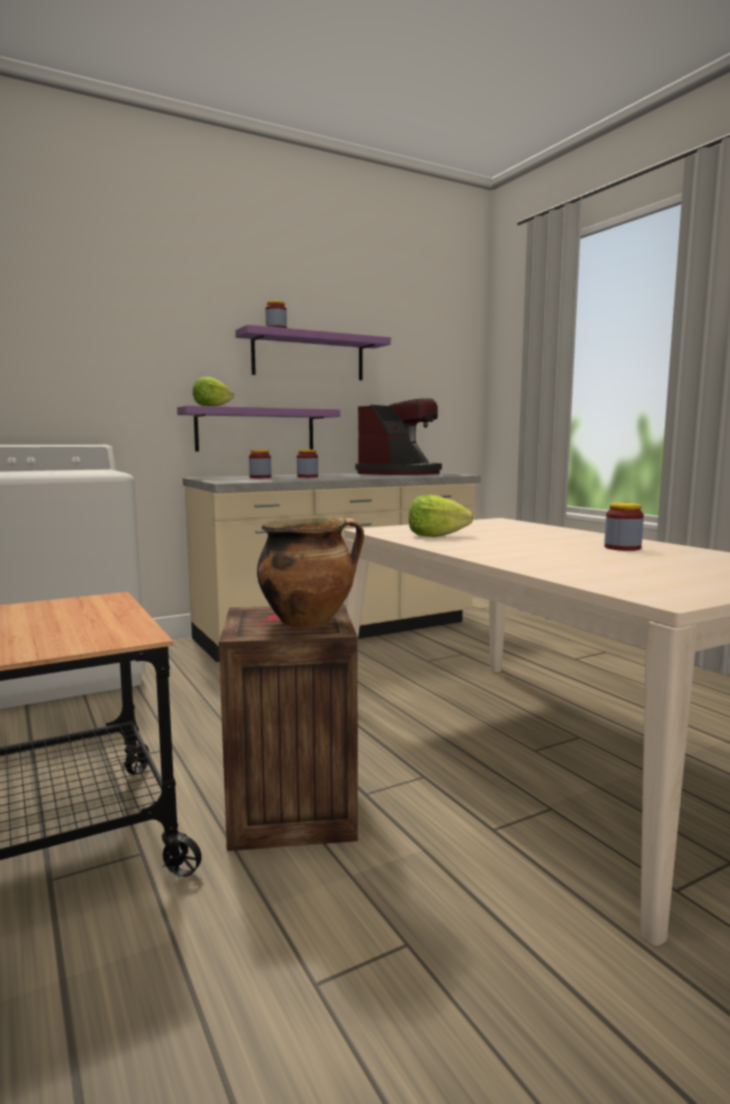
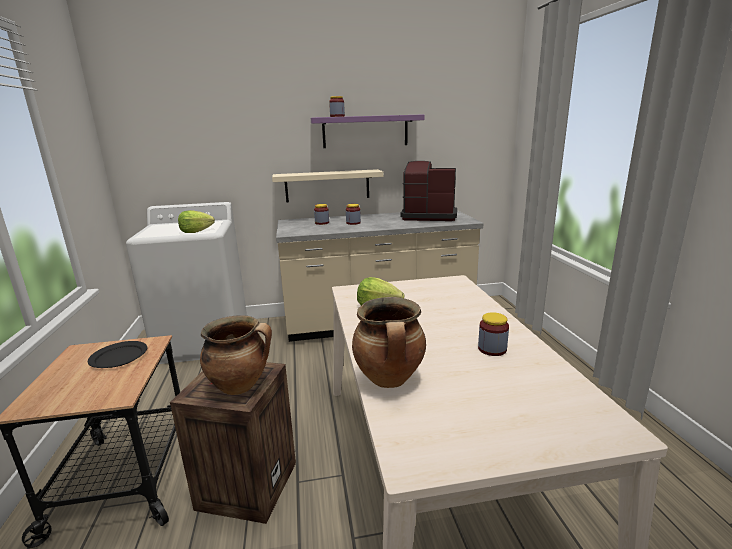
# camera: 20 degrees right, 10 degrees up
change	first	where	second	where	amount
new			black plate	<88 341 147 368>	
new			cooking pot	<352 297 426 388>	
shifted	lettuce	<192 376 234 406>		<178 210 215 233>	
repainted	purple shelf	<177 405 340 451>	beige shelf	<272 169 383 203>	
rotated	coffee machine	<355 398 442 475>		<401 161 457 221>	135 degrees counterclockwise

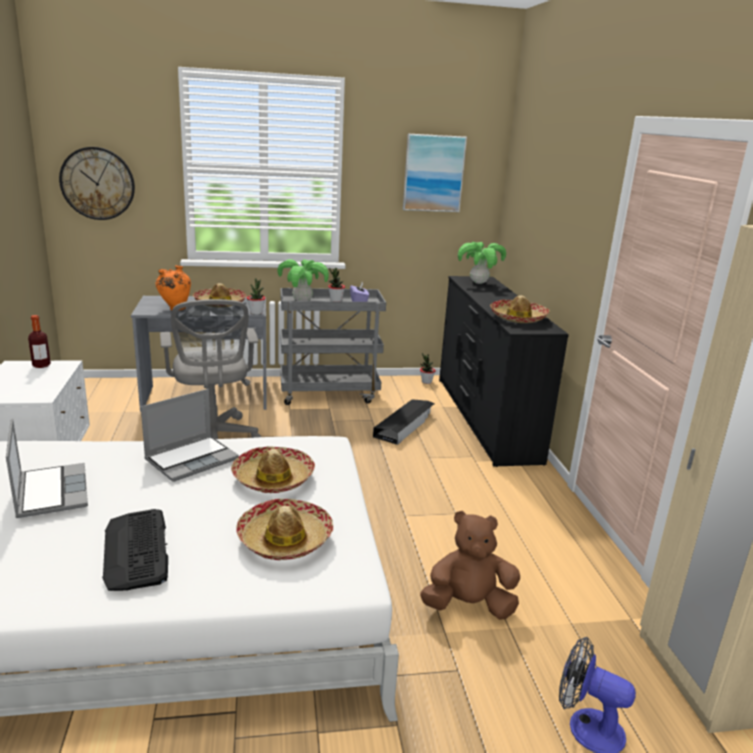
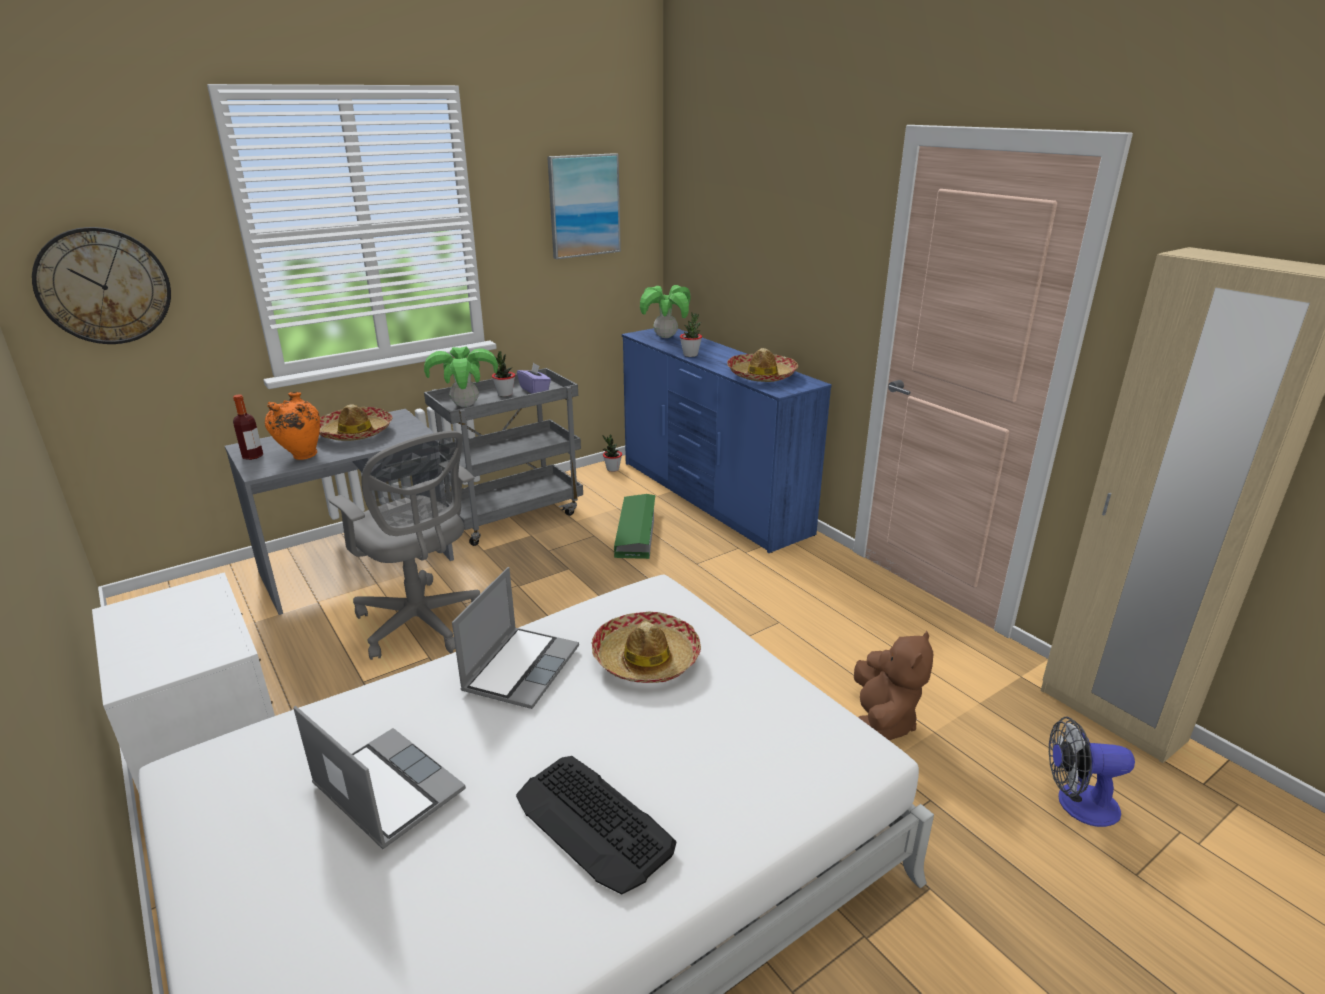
# camera: 25 degrees left, 5 degrees up
change	first	where	second	where	amount
gone	hat	<236 499 333 560>			
shifted	bottle	<28 315 51 368>		<233 394 263 460>	
shifted	potted plant	<247 278 265 315>		<680 312 702 357>	
repainted	black storage box	<373 399 435 445>	green storage box	<614 494 655 559>	
repainted	black dresser	<439 276 569 467>	blue dresser	<622 328 832 553>	
rotated	brown plush toy	<420 511 520 620>		<854 631 933 741>	135 degrees clockwise

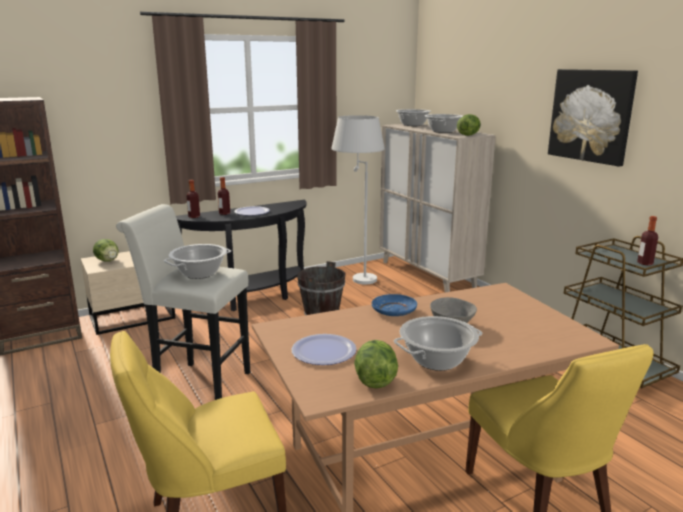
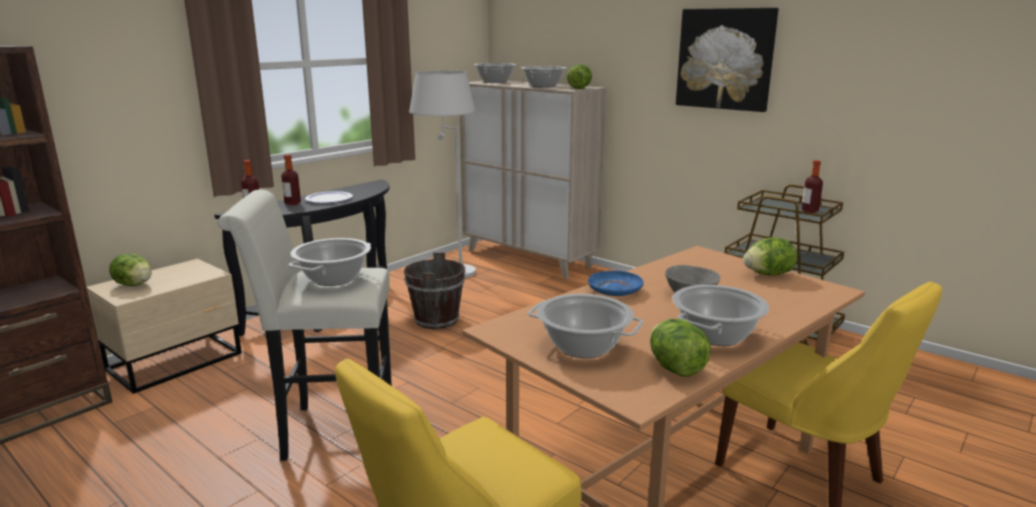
# camera: 20 degrees left, 0 degrees up
change	first	where	second	where	amount
new			lettuce	<743 237 797 276>	
swapped	plate	<292 334 356 365>	cooking pot	<528 294 644 358>	

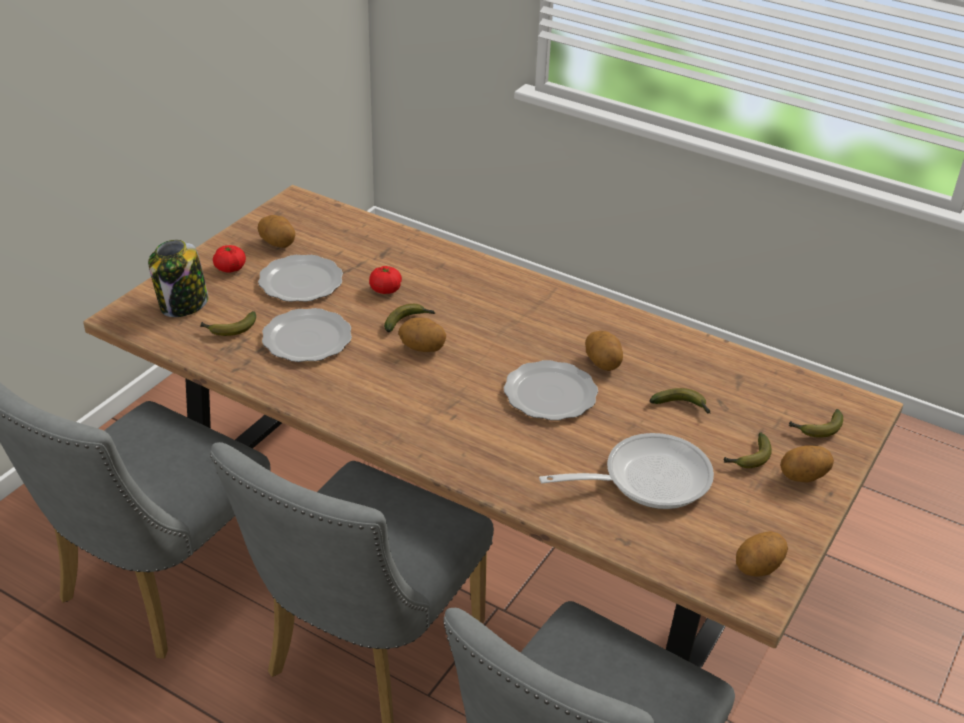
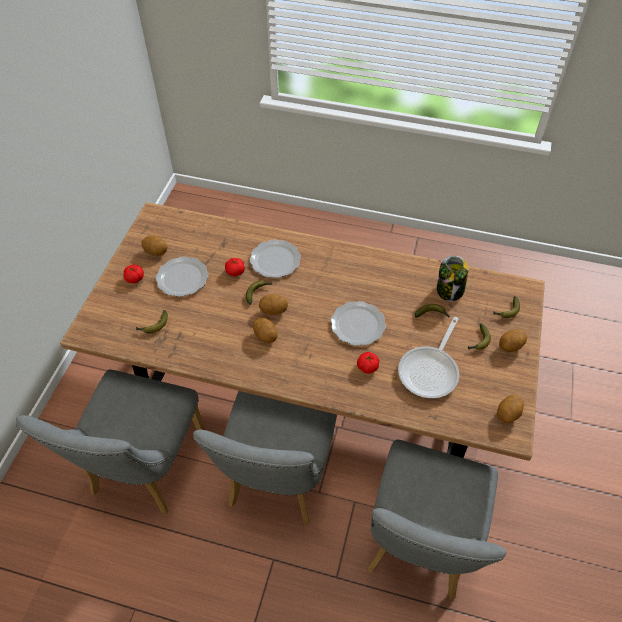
# camera: 15 degrees left, 15 degrees up
change	first	where	second	where	amount
new			tomato	<357 352 379 374>	
shifted	jar	<148 240 208 317>		<437 256 469 301>	
shifted	plate	<262 308 352 362>		<250 240 301 278>	
shifted	potato	<585 331 623 371>		<253 318 278 344>	
rotated	frying pan	<539 433 714 509>		<398 317 459 398>	150 degrees clockwise

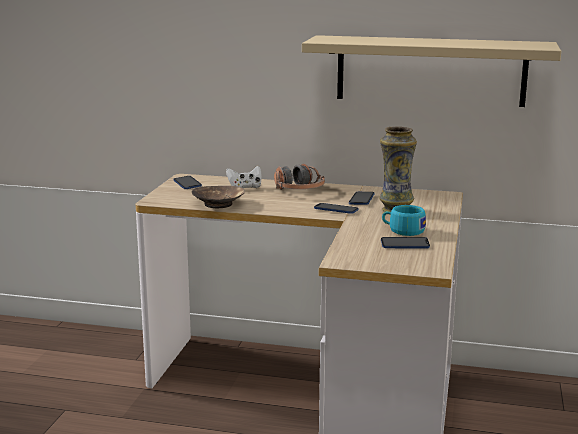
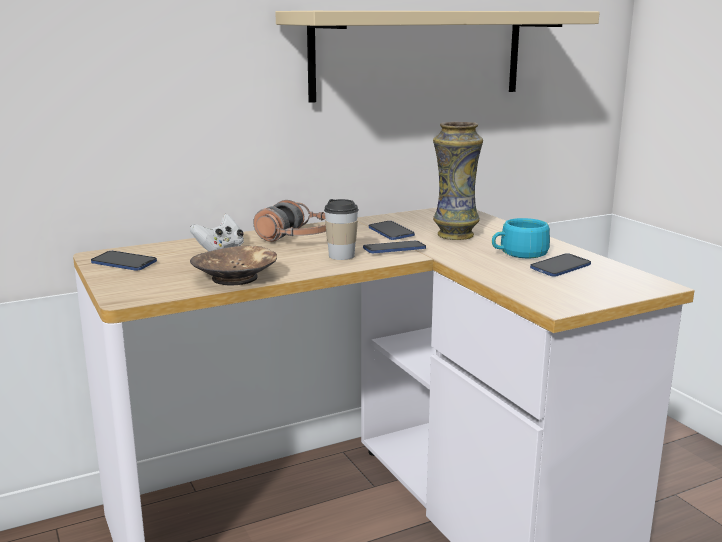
# camera: 40 degrees left, 0 degrees up
change	first	where	second	where	amount
new			cup	<324 199 359 260>	

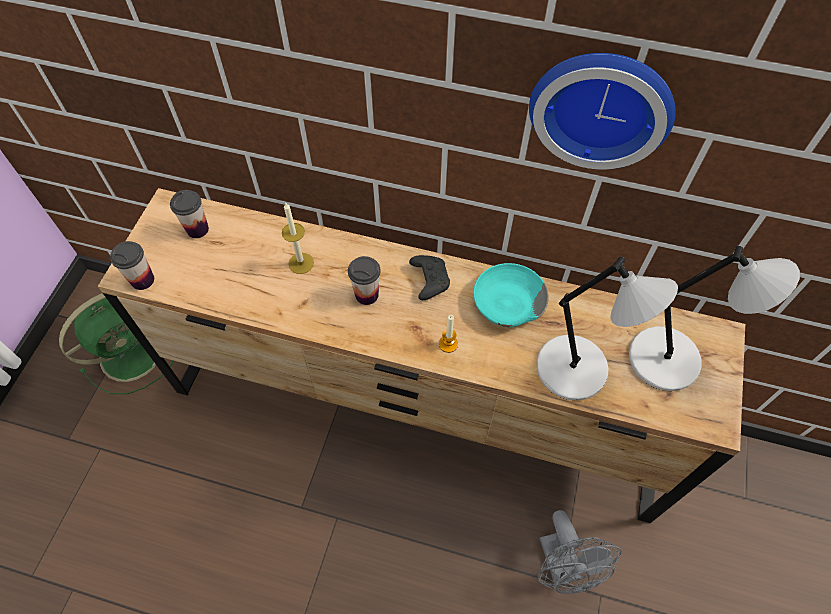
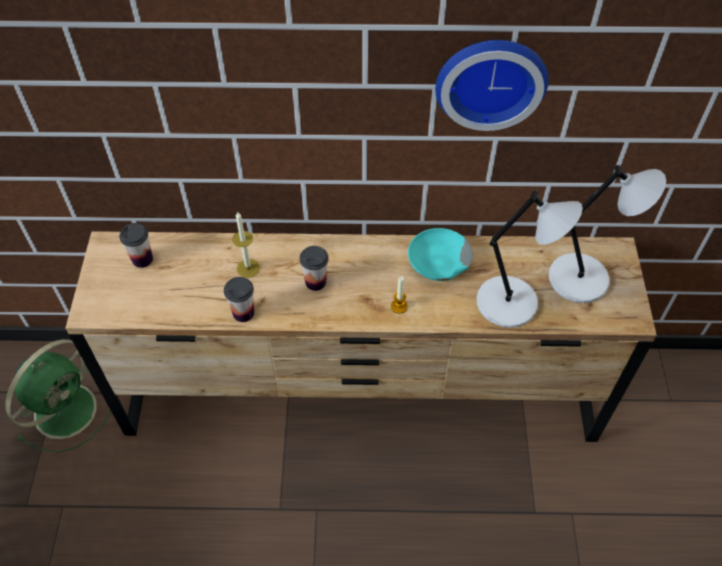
# camera: 15 degrees left, 5 degrees down
change	first	where	second	where	amount
gone	black game controller	<409 255 450 300>			
gone	grey fan	<537 510 622 594>			
shifted	cup	<110 241 154 290>		<224 277 254 322>	

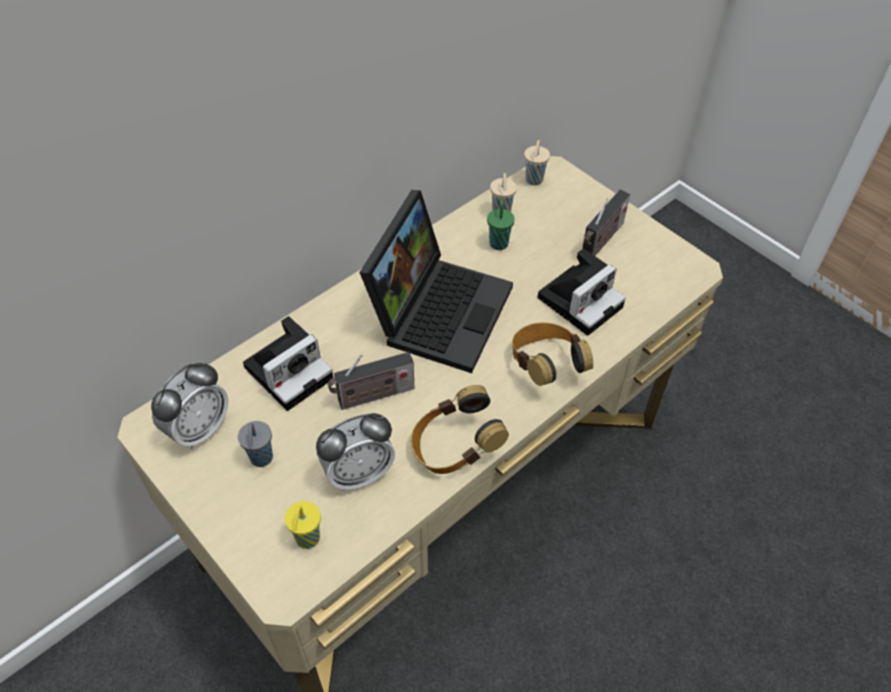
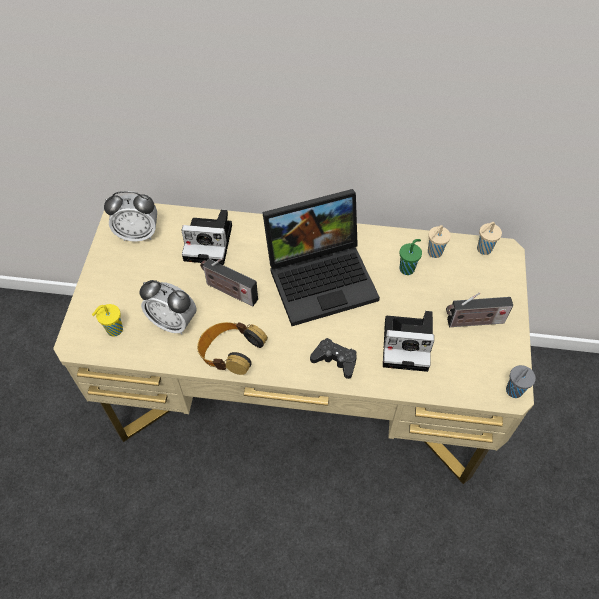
# camera: 50 degrees right, 5 degrees up
change	first	where	second	where	amount
shifted	grey cup	<238 421 273 467>		<506 365 536 398>	
swapped	headphones	<512 322 593 386>	black game controller	<310 338 357 379>	

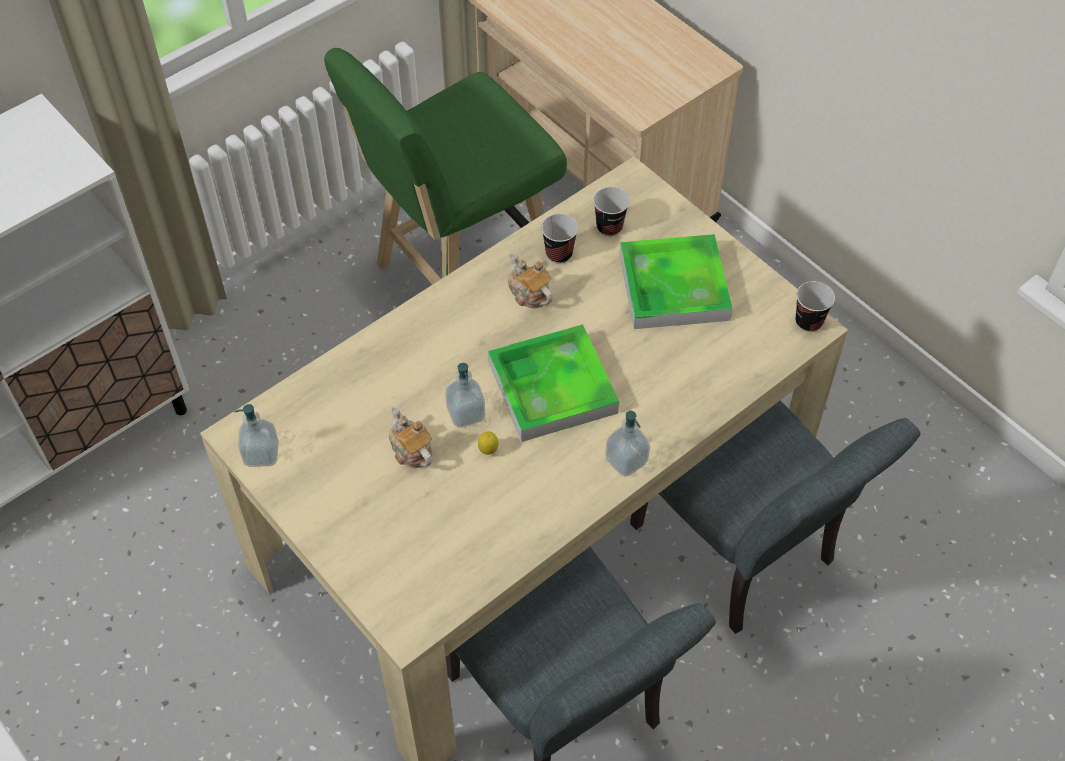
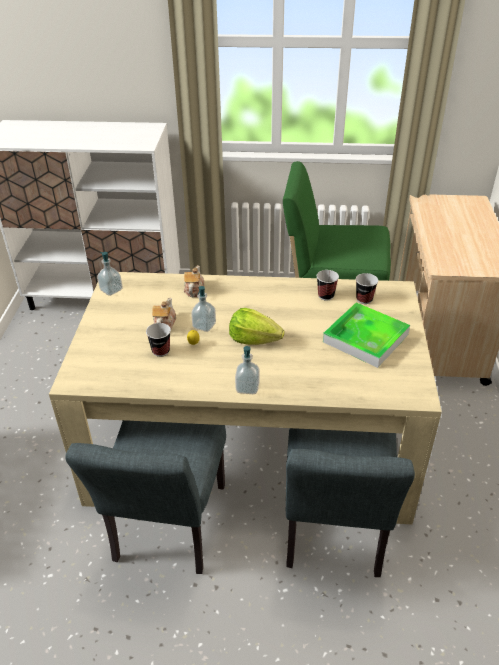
# camera: 45 degrees right, 15 degrees down
change	first	where	second	where	amount
shifted	teapot	<508 253 553 308>		<184 265 204 297>	
shifted	cup	<796 281 835 332>		<146 323 171 357>	
swapped	tray	<488 324 619 442>	lettuce	<229 308 285 345>	

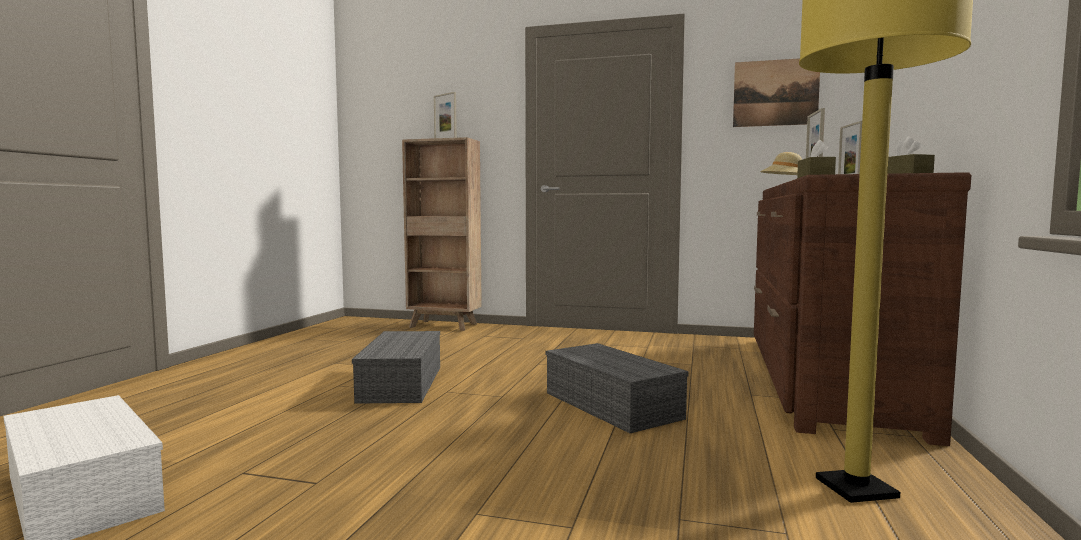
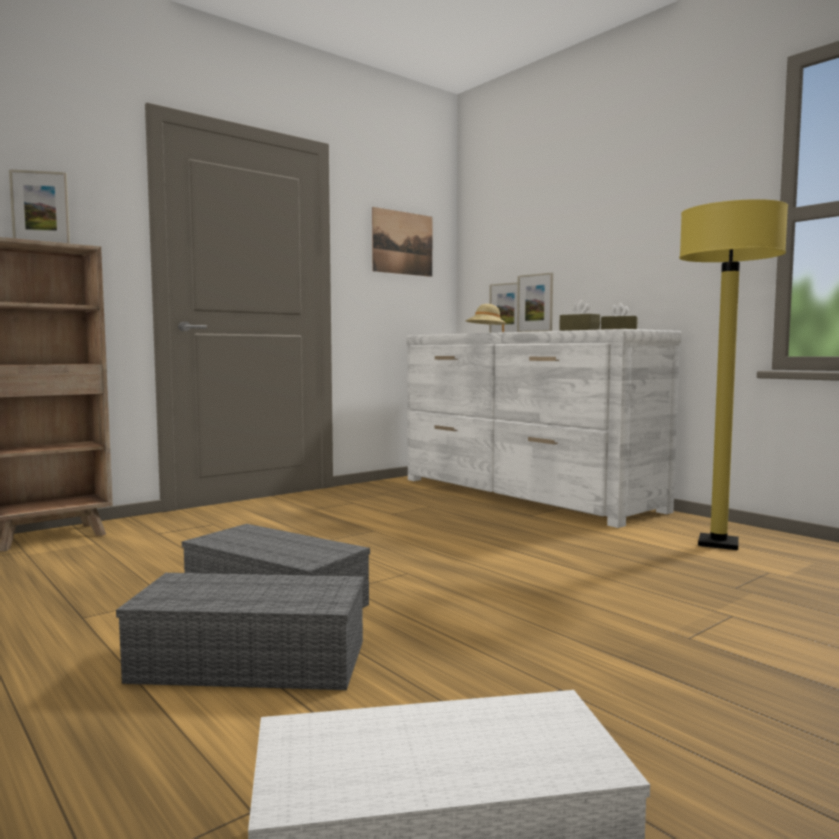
# camera: 55 degrees left, 0 degrees up
change	first	where	second	where	amount
shifted	grey storage box	<546 343 689 433>		<116 573 364 690>	
repainted	brown dresser	<754 172 971 446>	white dresser	<406 329 682 528>	

